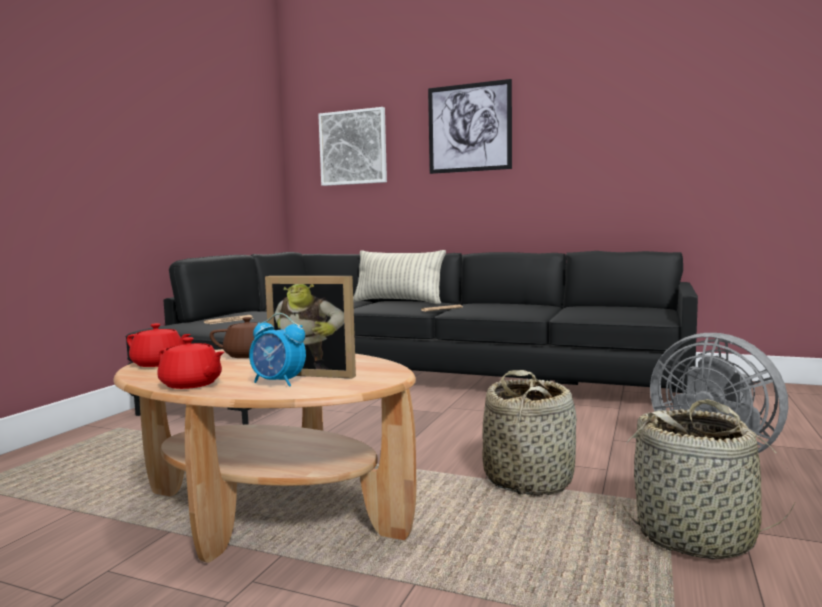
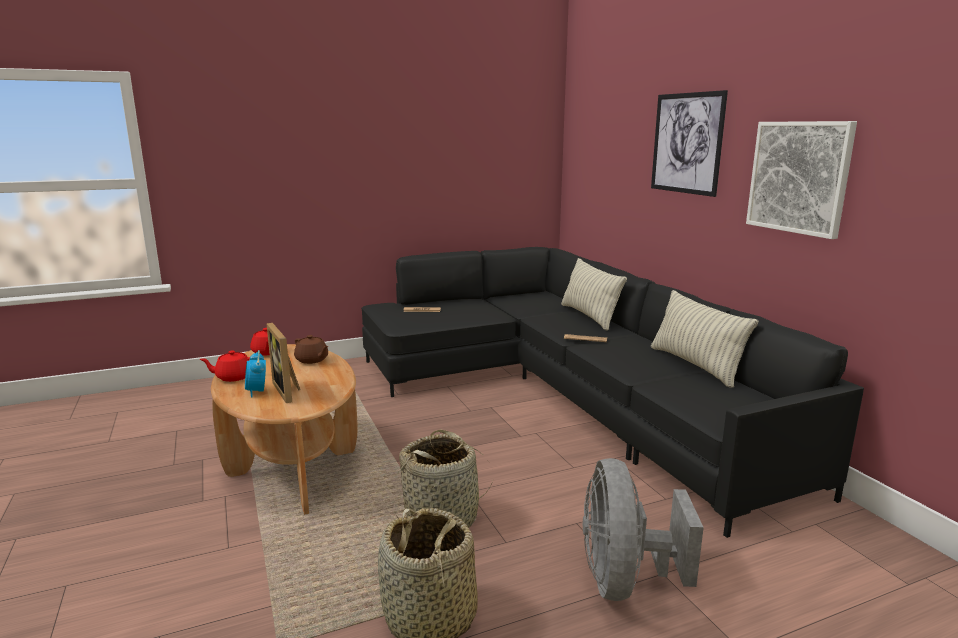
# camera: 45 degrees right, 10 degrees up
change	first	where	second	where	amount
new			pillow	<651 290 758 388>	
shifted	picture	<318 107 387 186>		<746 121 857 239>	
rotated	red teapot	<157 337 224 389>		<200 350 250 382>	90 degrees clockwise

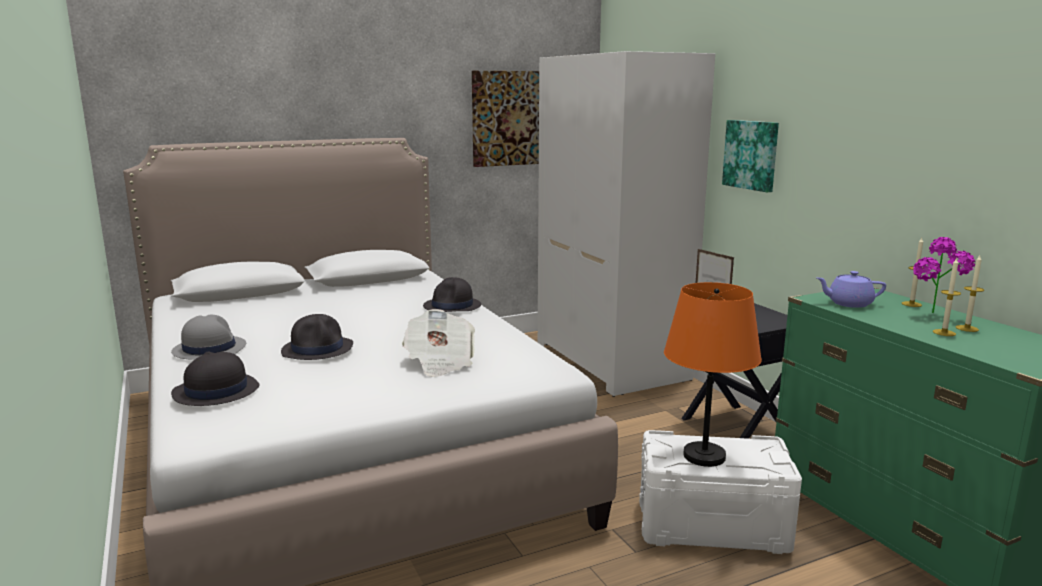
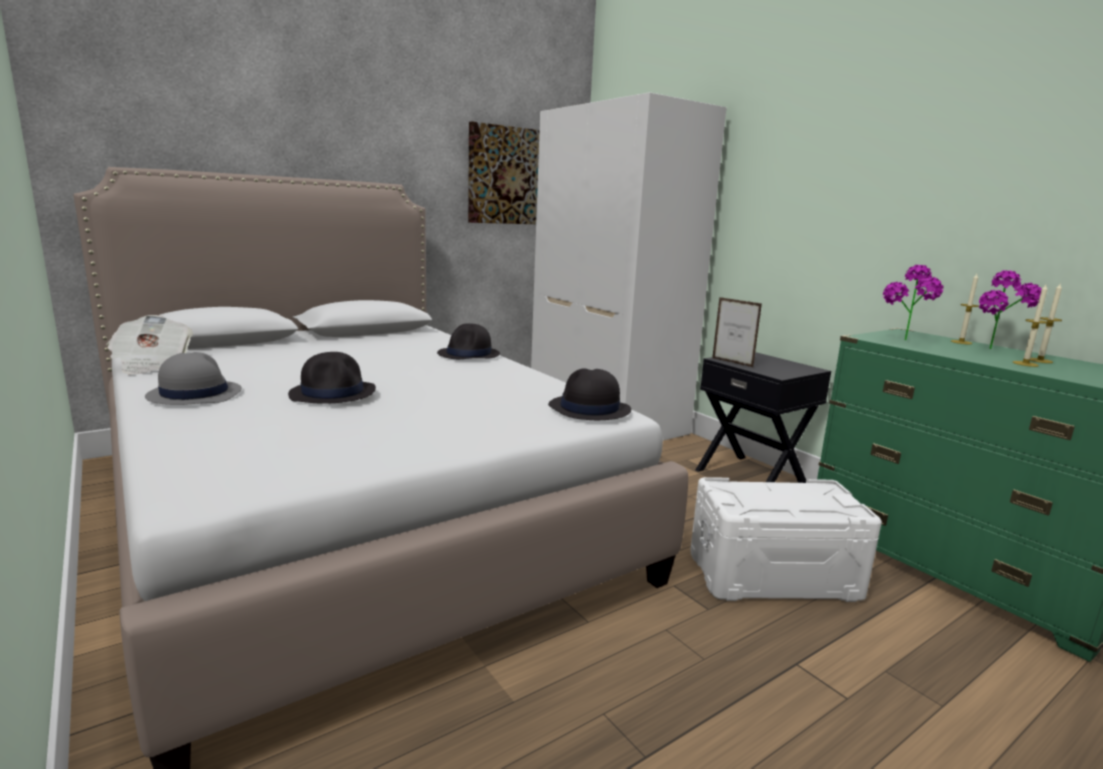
# camera: 10 degrees left, 0 degrees up
change	first	where	second	where	amount
gone	orange table lamp	<664 282 762 467>			
gone	picture	<722 120 779 192>			
shifted	black hat	<171 351 260 406>		<548 368 631 420>	
shifted	newspaper	<402 309 475 377>		<107 315 193 375>	
swapped	purple teapot	<817 271 886 308>	potted plant	<883 265 943 340>	

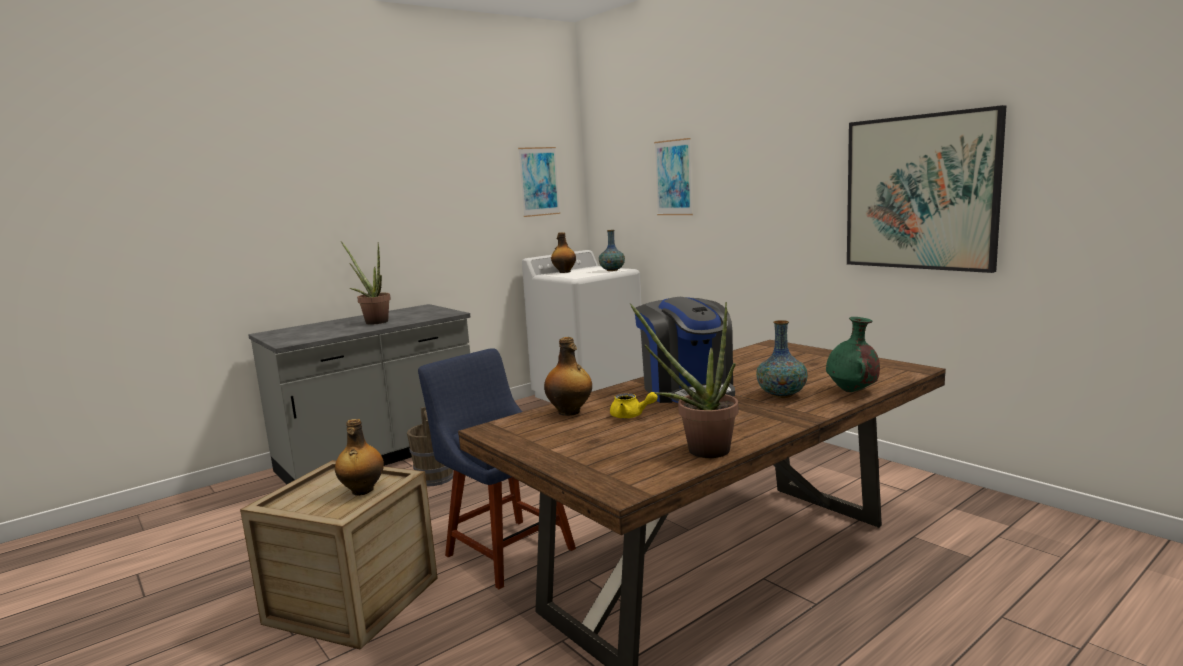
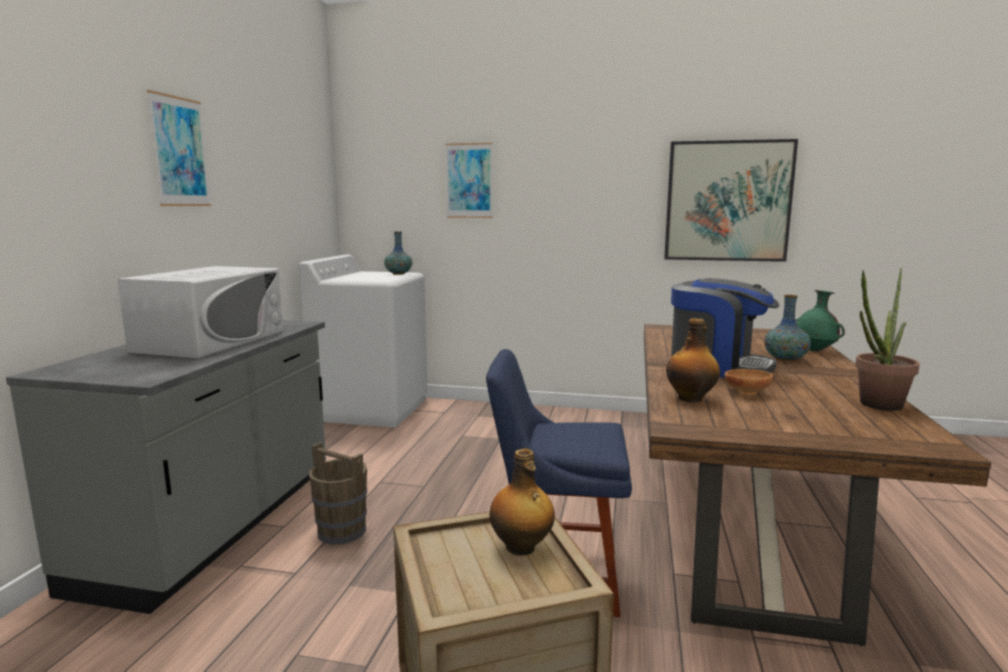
# camera: 40 degrees left, 0 degrees up
change	first	where	second	where	amount
gone	bottle	<551 232 576 273>			
shifted	picture	<518 147 560 217>		<147 90 211 206>	
swapped	potted plant	<341 241 391 325>	white microwave	<117 266 283 358>	
swapped	yellow teapot	<610 392 658 418>	brown bowl	<724 369 773 395>	

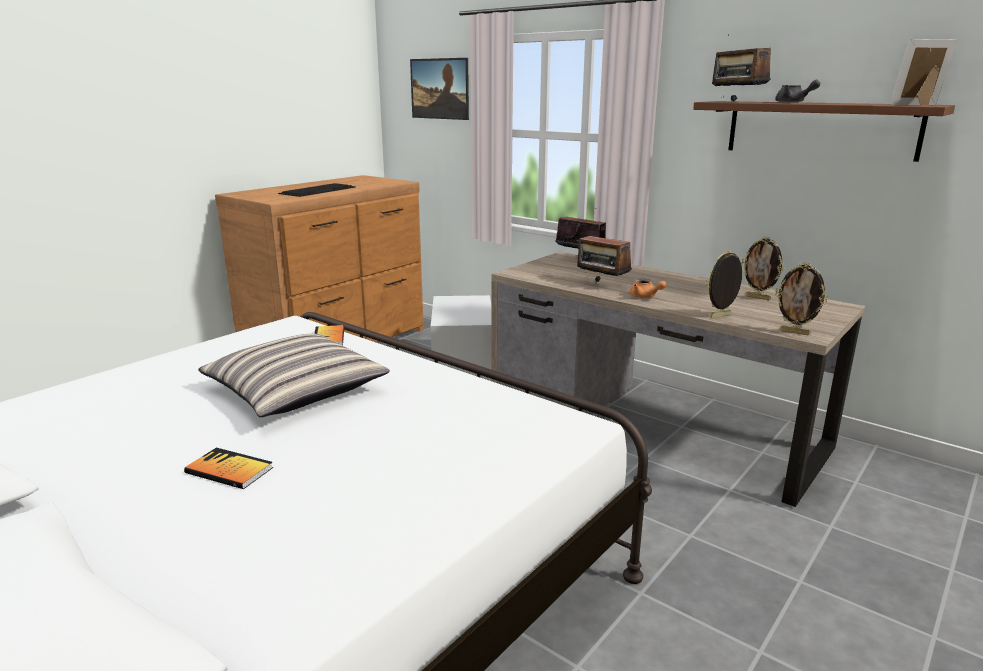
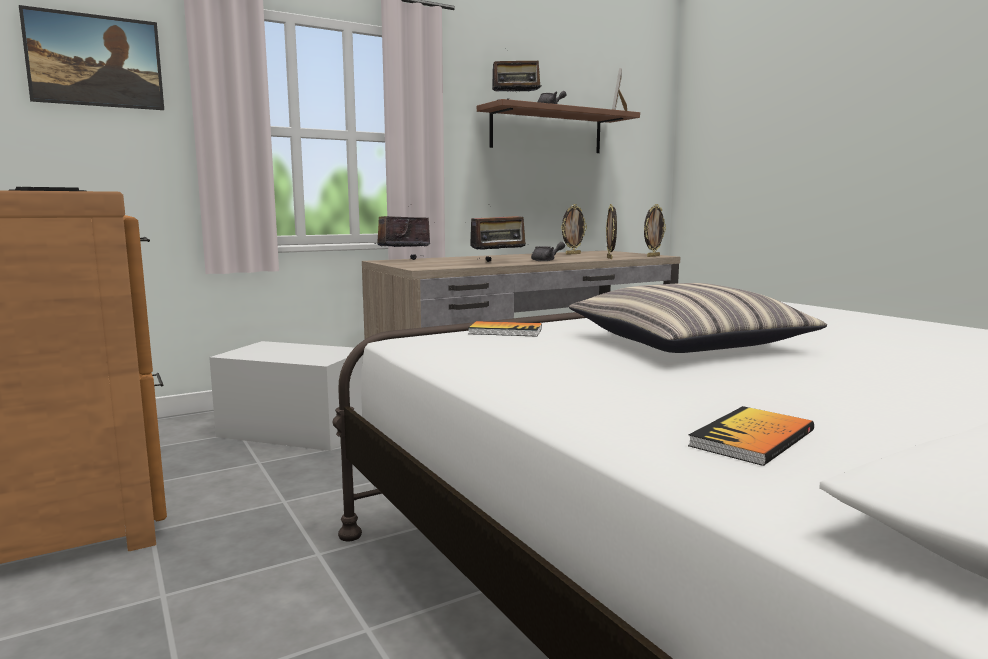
# camera: 70 degrees left, 10 degrees down
change	first	where	second	where	amount
shifted	book	<184 448 273 489>		<688 406 814 466>	
repainted	orange teapot	<630 279 667 298>	grey teapot	<531 242 565 261>	

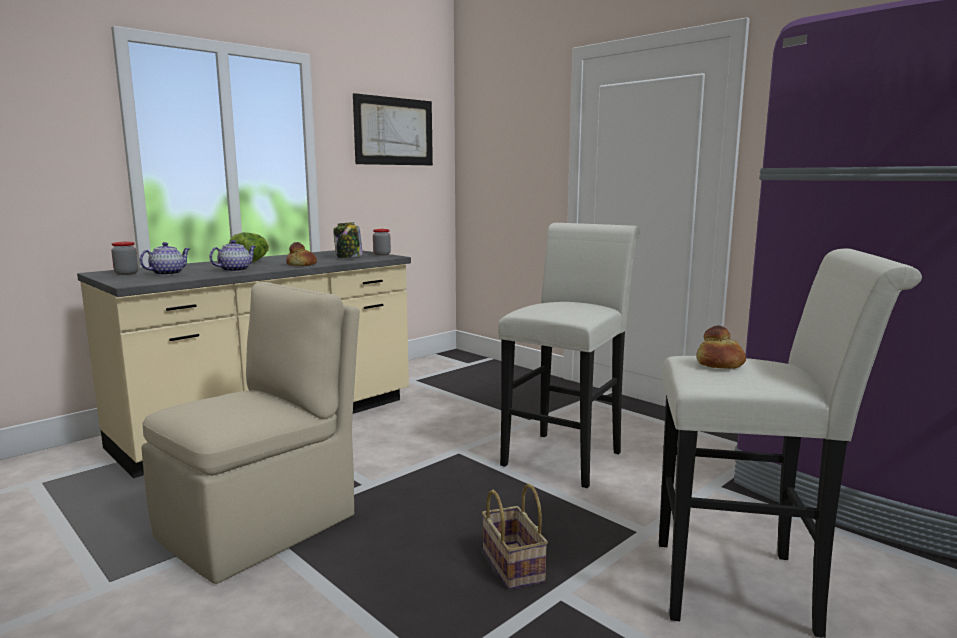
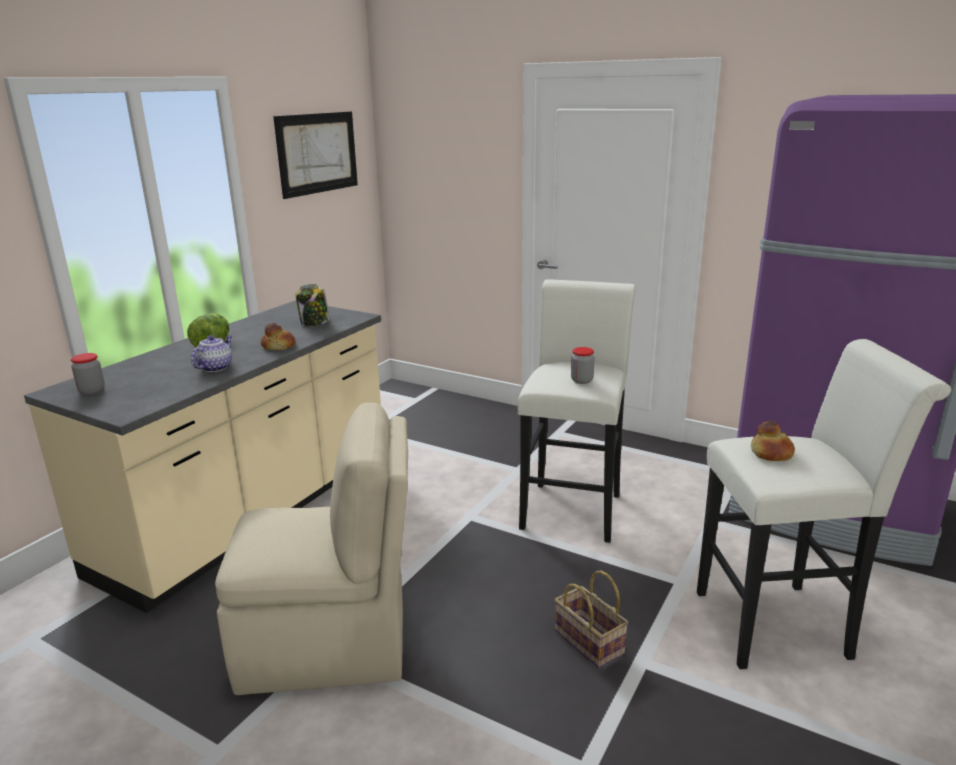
# camera: 15 degrees left, 10 degrees up
change	first	where	second	where	amount
gone	teapot	<140 242 190 275>			
shifted	jar	<373 229 391 256>		<571 347 595 384>	
rotated	beige chair	<141 282 360 584>		<215 403 408 695>	60 degrees clockwise

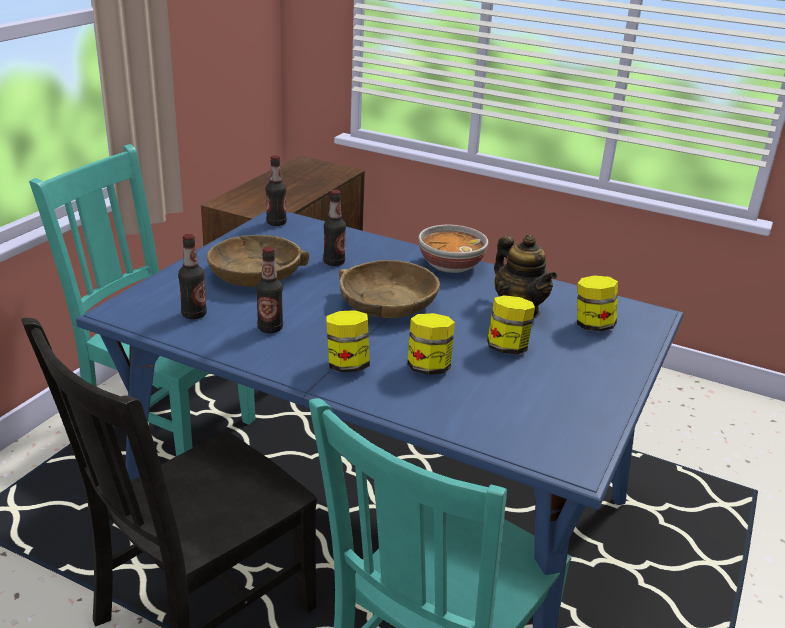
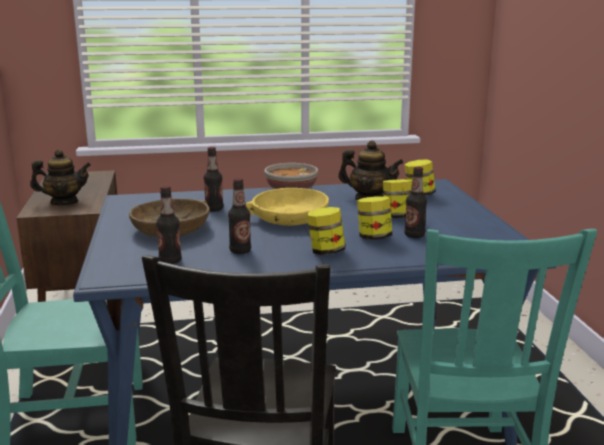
# camera: 35 degrees left, 10 degrees down
change	first	where	second	where	amount
new			teapot	<30 149 91 205>	
shifted	bottle	<266 155 287 226>		<405 166 427 238>	
repainted	brown bowl	<339 260 440 318>	yellow bowl	<245 188 329 226>	

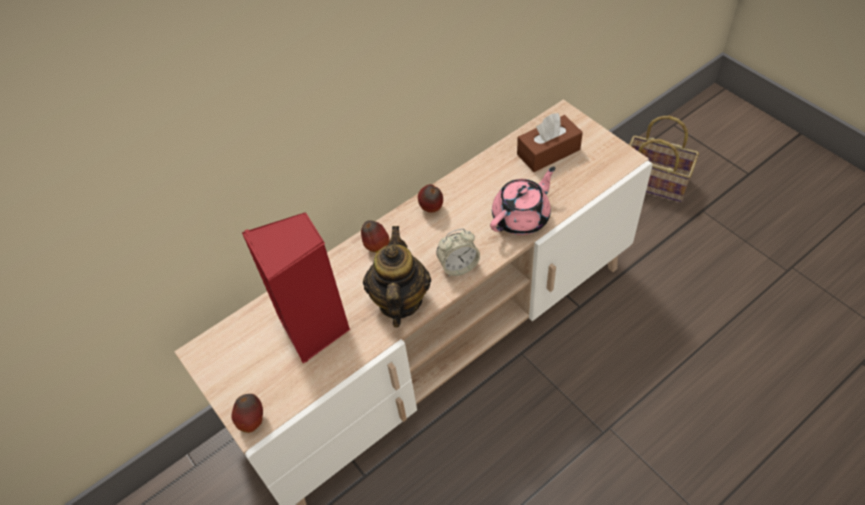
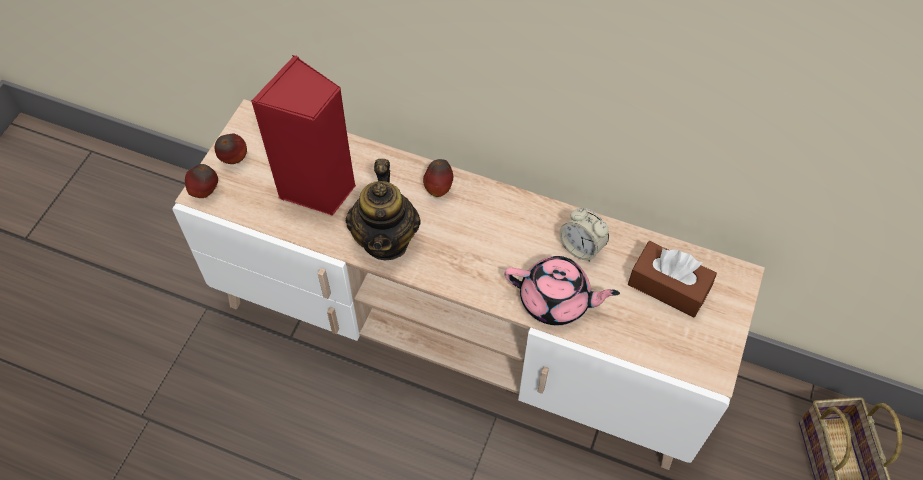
# camera: 55 degrees right, 5 degrees up
change	first	where	second	where	amount
shifted	apple	<418 184 443 213>		<214 134 247 164>	
shifted	alarm clock	<436 229 480 277>		<559 208 609 262>	
rotated	teapot	<363 226 431 327>		<346 159 421 260>	120 degrees clockwise

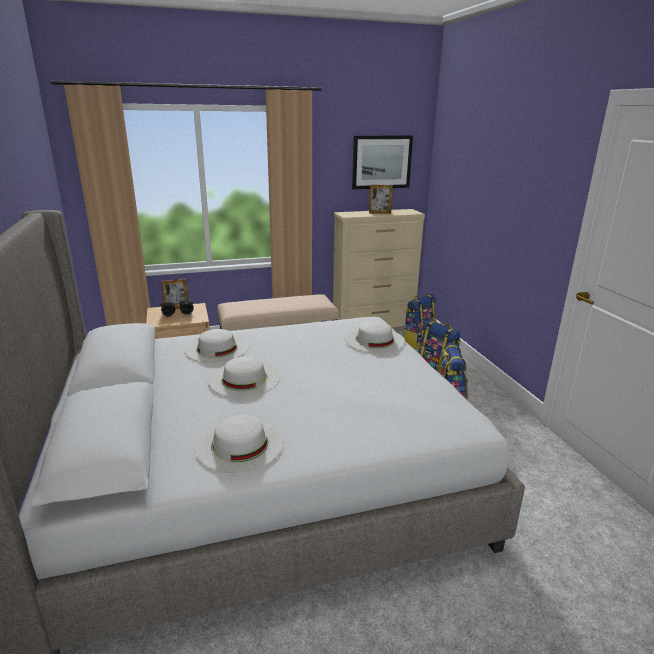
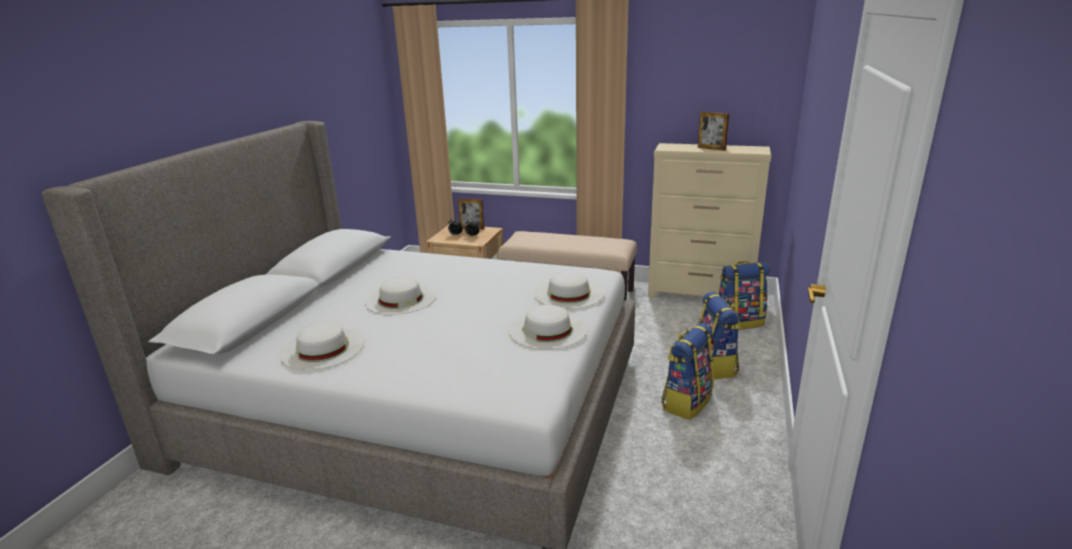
# camera: 35 degrees right, 0 degrees up
change	first	where	second	where	amount
gone	picture	<352 135 413 189>			
shifted	white hat	<185 329 248 363>		<509 305 587 349>	

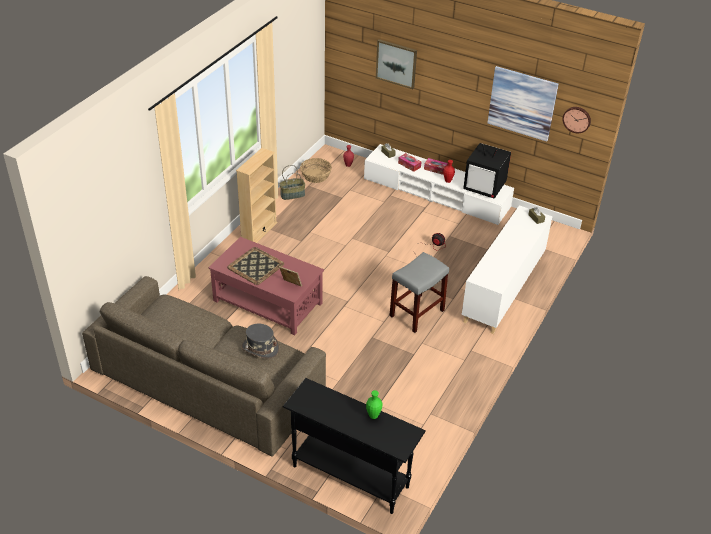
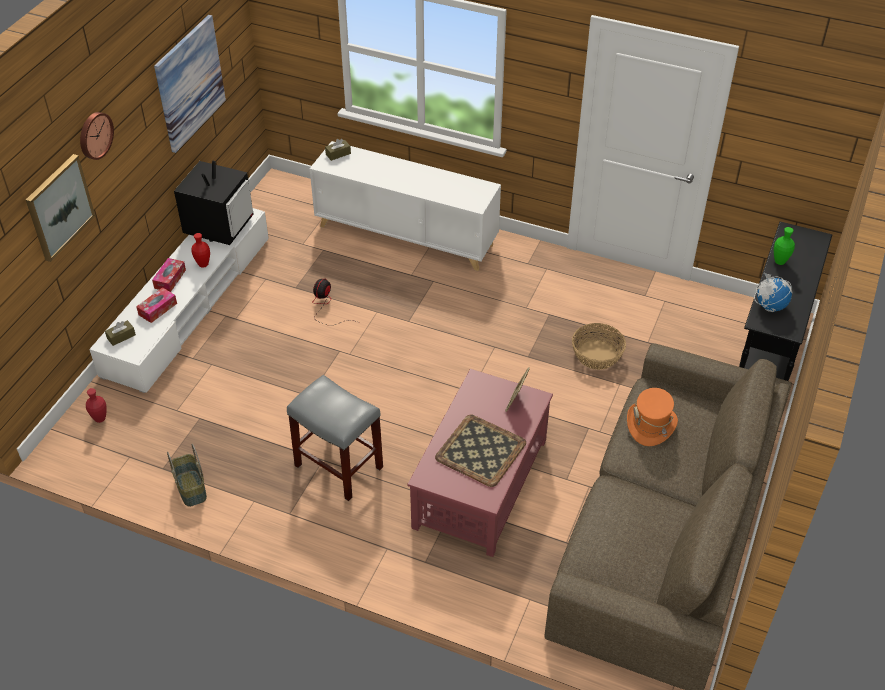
# camera: 95 degrees left, 5 degrees up
change	first	where	second	where	amount
gone	beige bookcase	<236 148 277 243>			
new			globe	<754 273 792 312>	
shifted	basket	<300 158 332 183>		<572 323 626 370>	
shifted	grey stool	<389 252 449 333>		<287 375 383 501>	
shifted	wall clock	<562 107 591 133>		<80 112 114 160>	
repainted	grey hat	<242 324 279 359>	orange hat	<627 388 678 446>	

